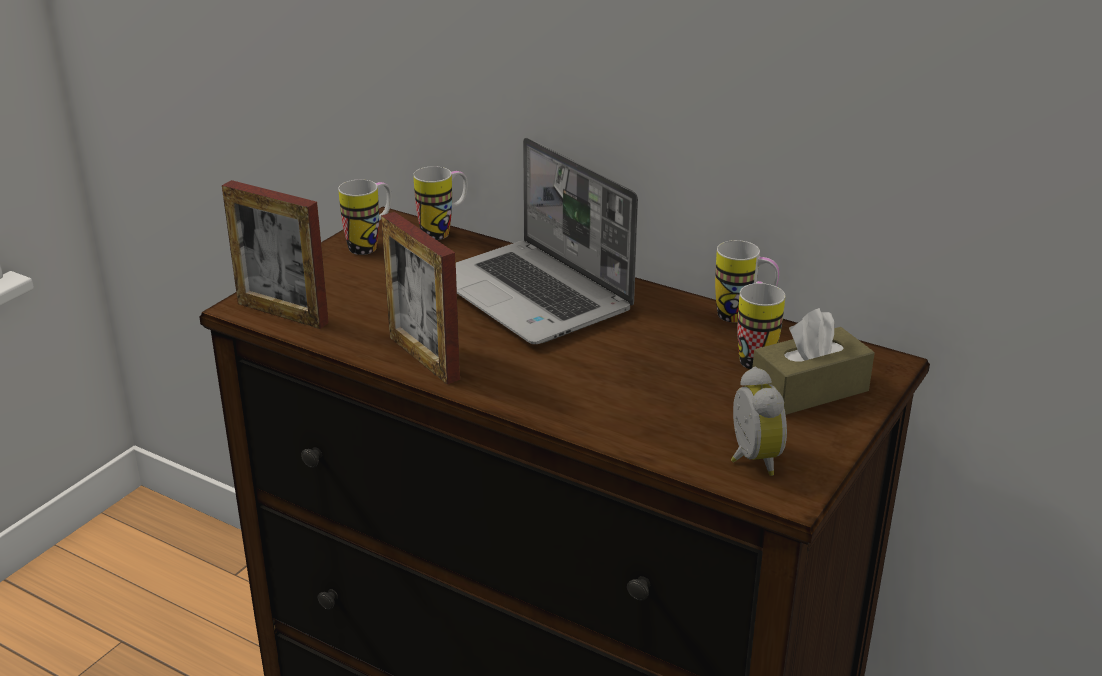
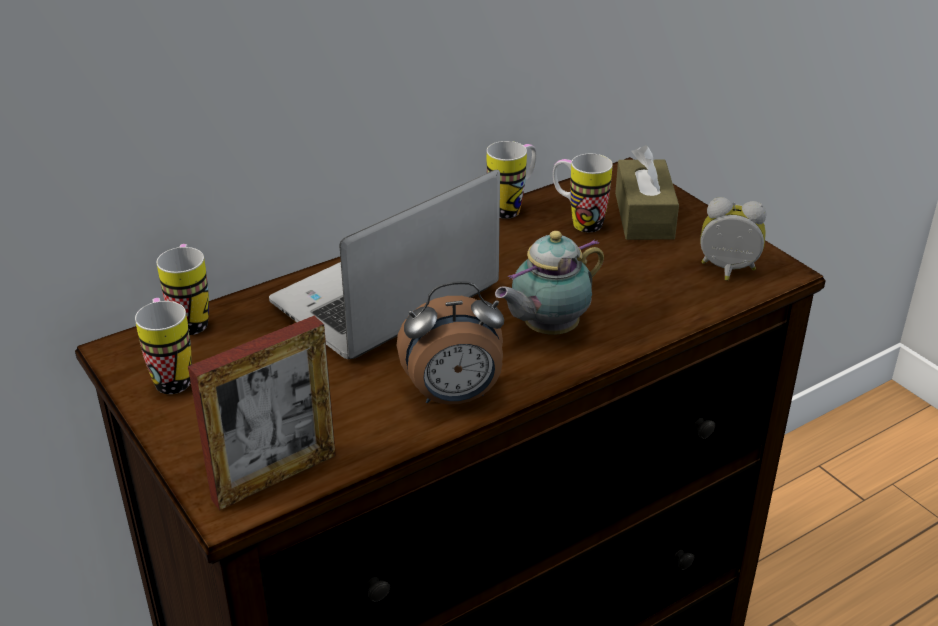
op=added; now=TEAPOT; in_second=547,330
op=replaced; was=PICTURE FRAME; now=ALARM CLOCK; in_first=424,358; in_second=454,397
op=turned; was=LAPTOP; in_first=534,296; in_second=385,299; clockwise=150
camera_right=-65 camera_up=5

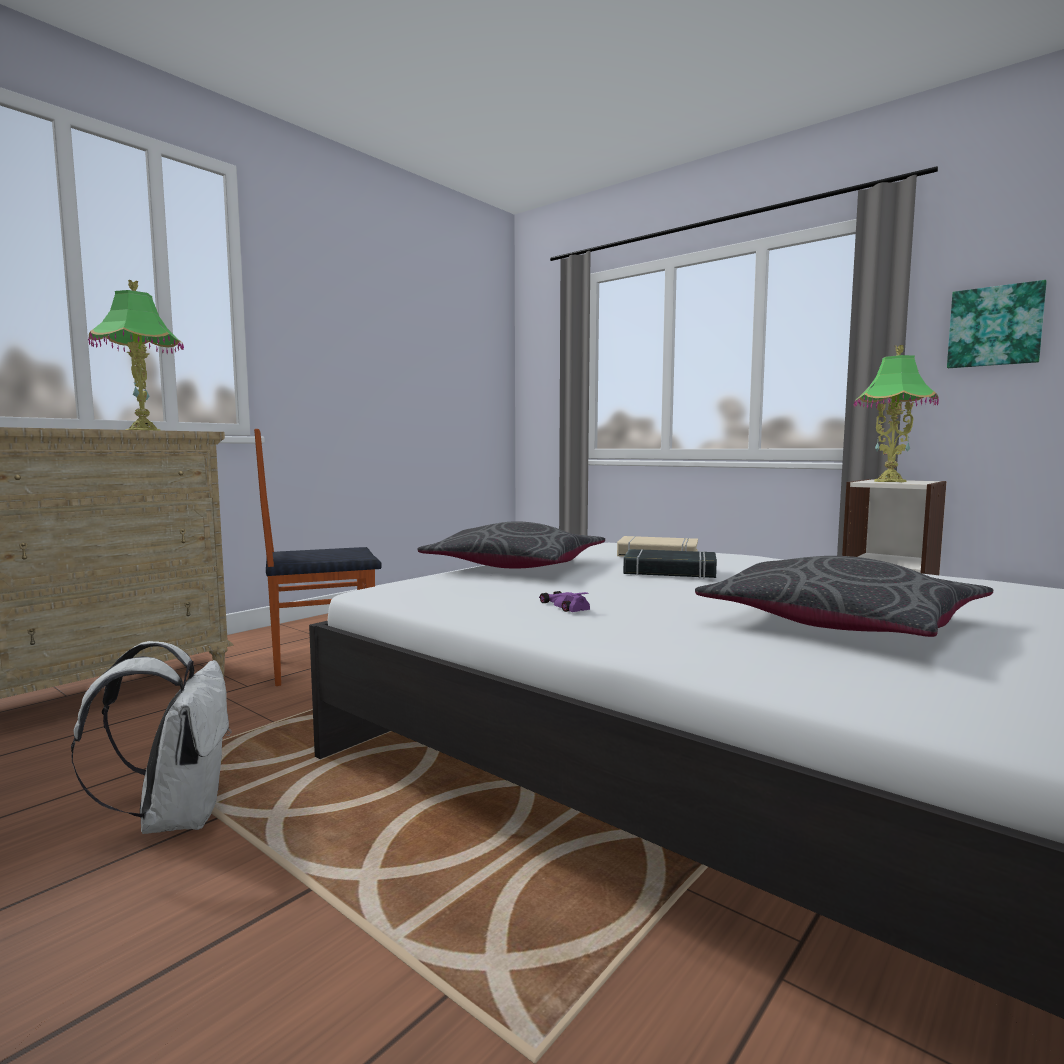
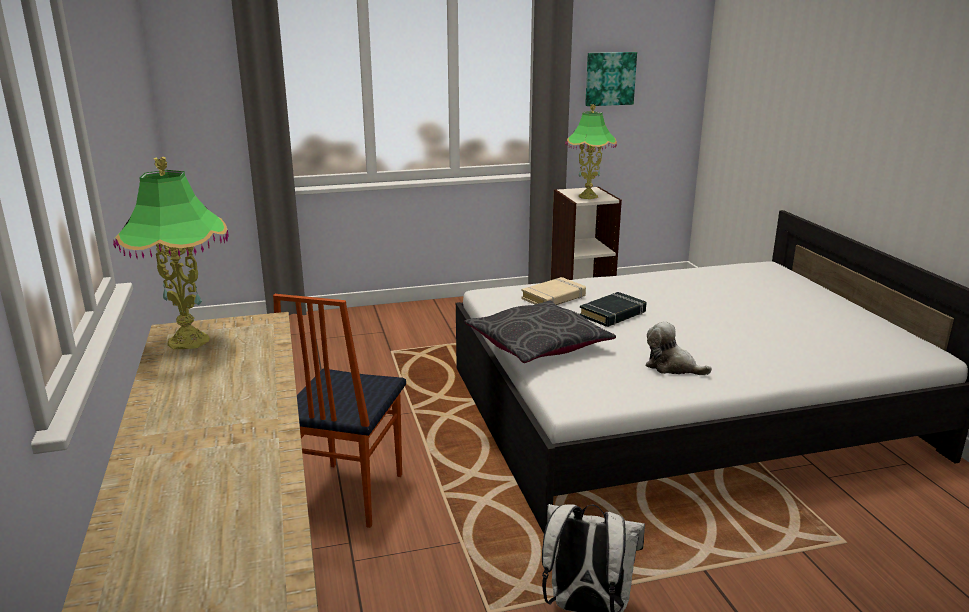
op=removed; was=GREY PILLOW; in_first=842,623
op=replaced; was=PURPLE TOY CAR; now=PLUSH TOY; in_first=562,606; in_second=672,367
camera_right=-55 camera_up=15

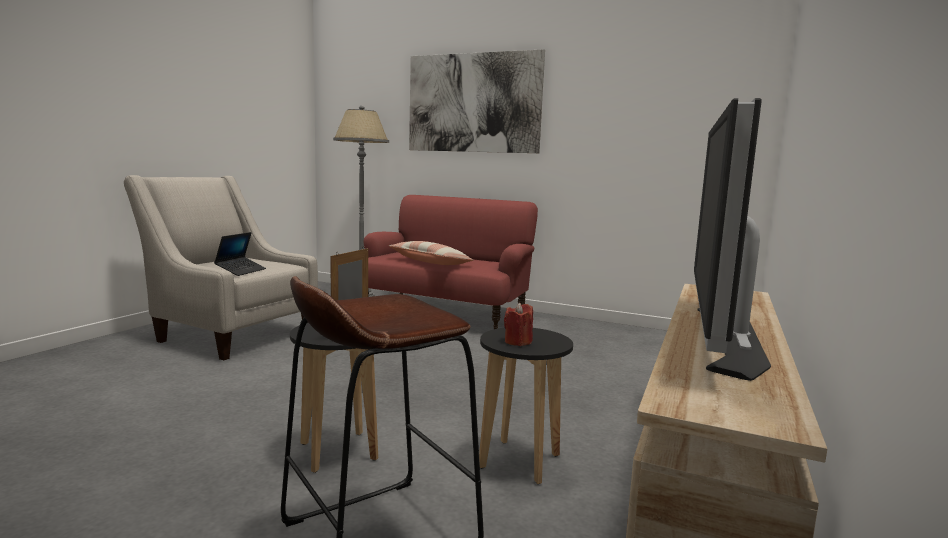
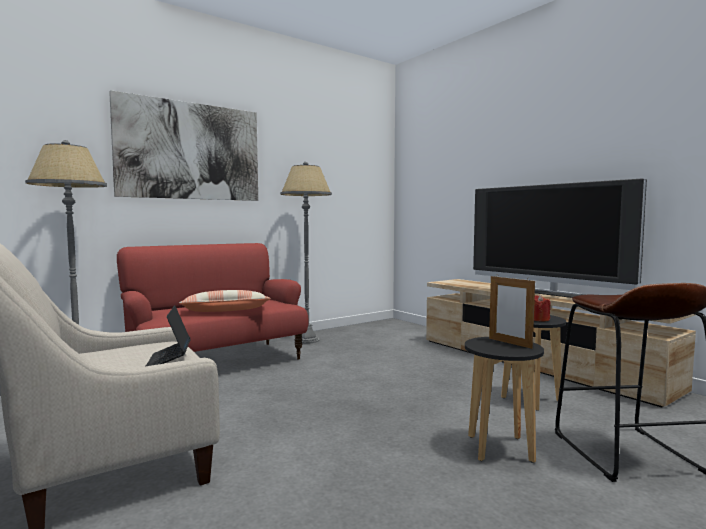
op=added; now=GREY FLOOR LAMP; in_second=307,340
op=turned; was=LAPTOP; in_first=241,271; in_second=168,361; clockwise=-150
camera_right=-60 camera_up=-5

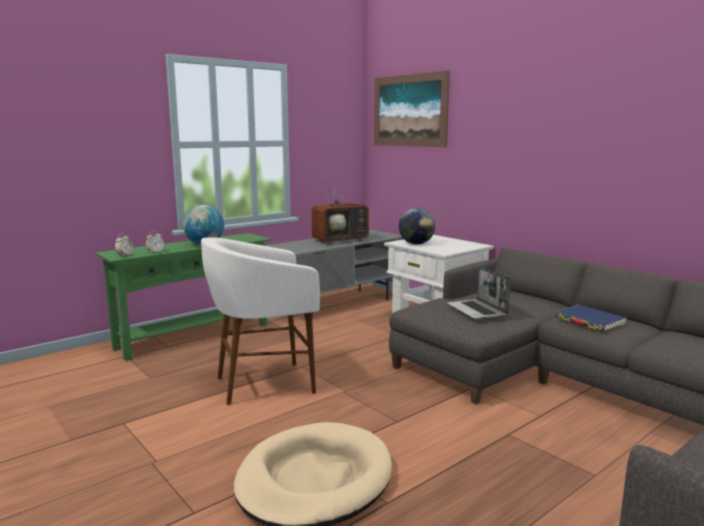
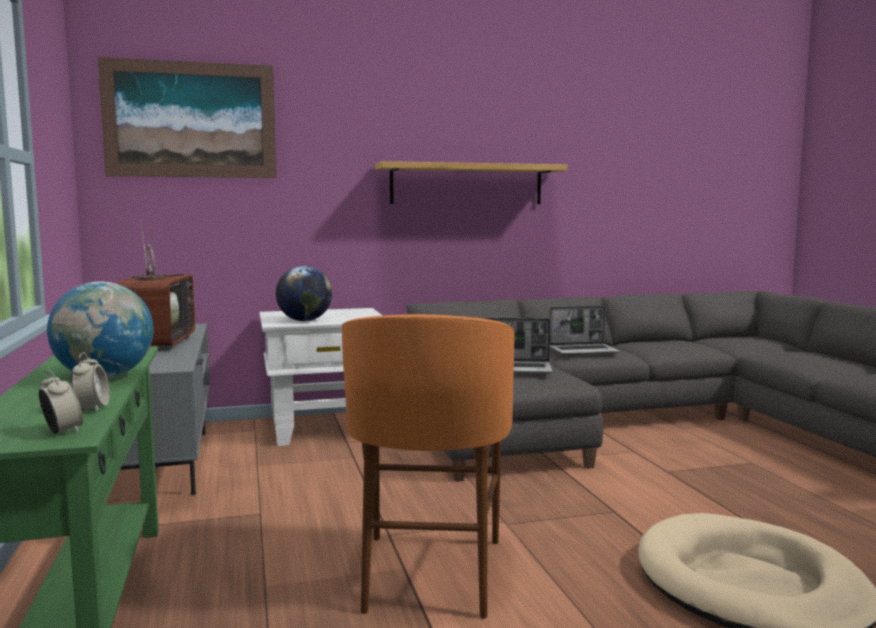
op=added; now=SHELF; in_second=467,184
op=replaced; was=BLUE BOOK; now=LAPTOP; in_first=589,321; in_second=584,351
op=recoloured; was=WHITE STOOL; now=ORANGE STOOL; in_first=264,384; in_second=430,574
camera_right=-65 camera_up=-5

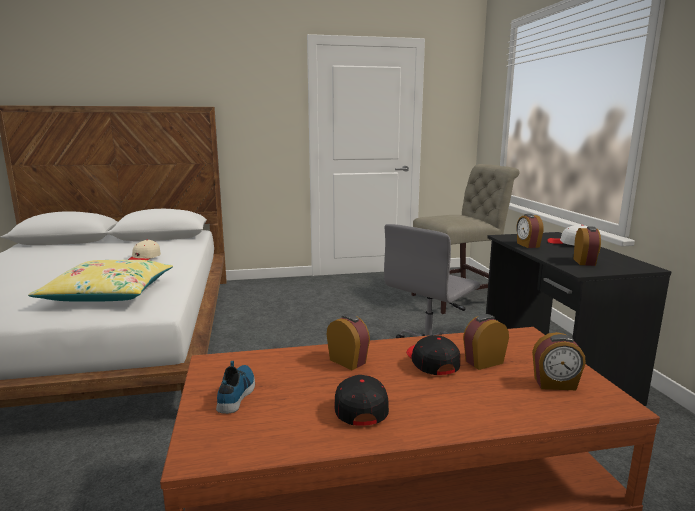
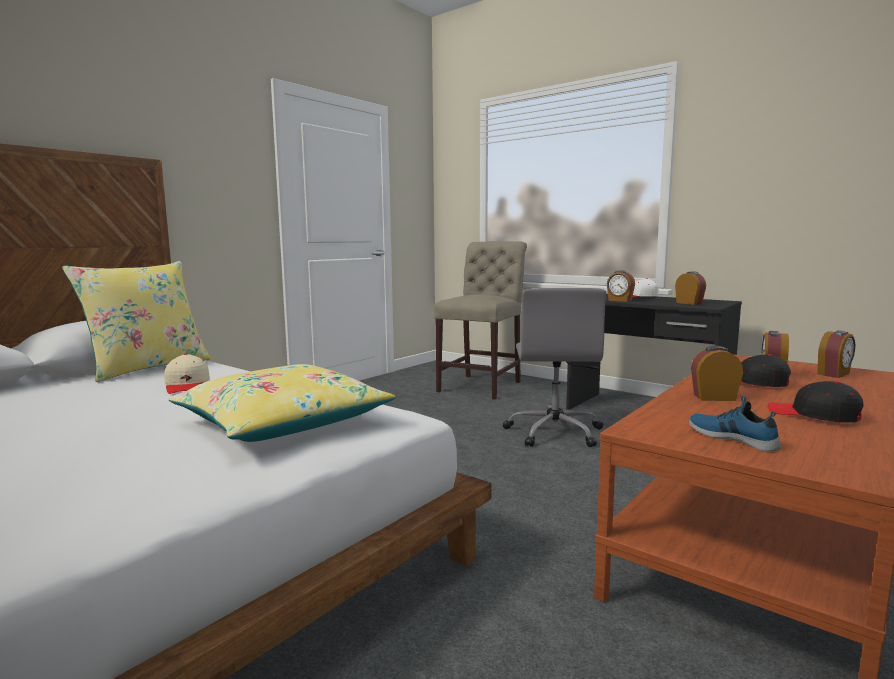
op=added; now=YELLOW PILLOW; in_second=147,368
camera_right=-40 camera_up=-5

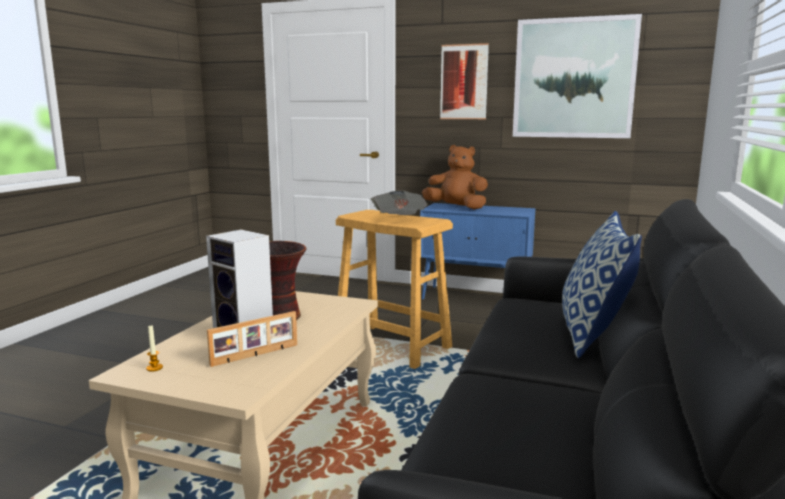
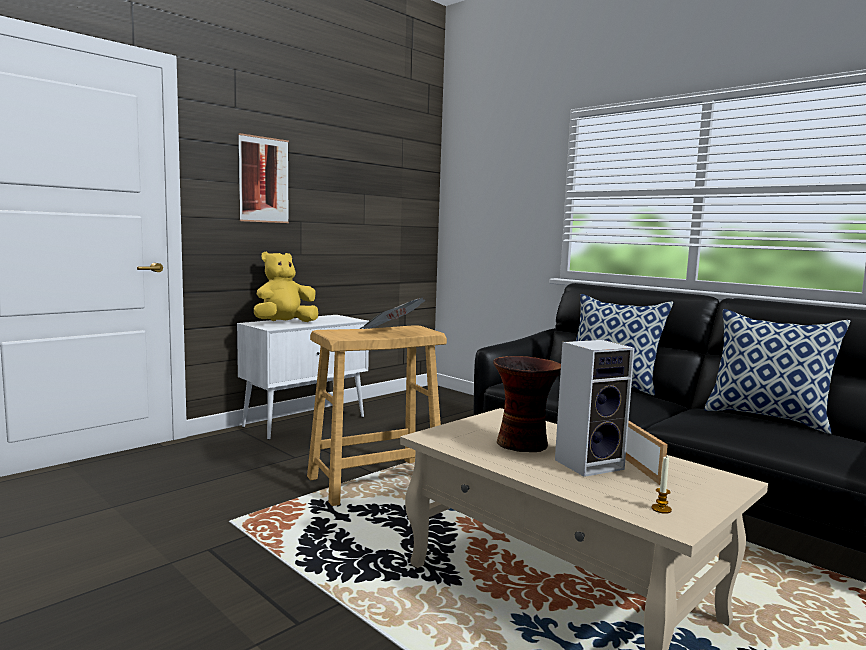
op=removed; was=PICTURE; in_first=574,78
op=added; now=PILLOW; in_second=768,418
op=recoloured; was=BLUE CABINET; now=WHITE CABINET; in_first=476,298; in_second=306,421
op=recoloured; was=BROWN PLUSH TOY; now=YELLOW PLUSH TOY; in_first=456,208; in_second=284,323
camera_right=-65 camera_up=-5

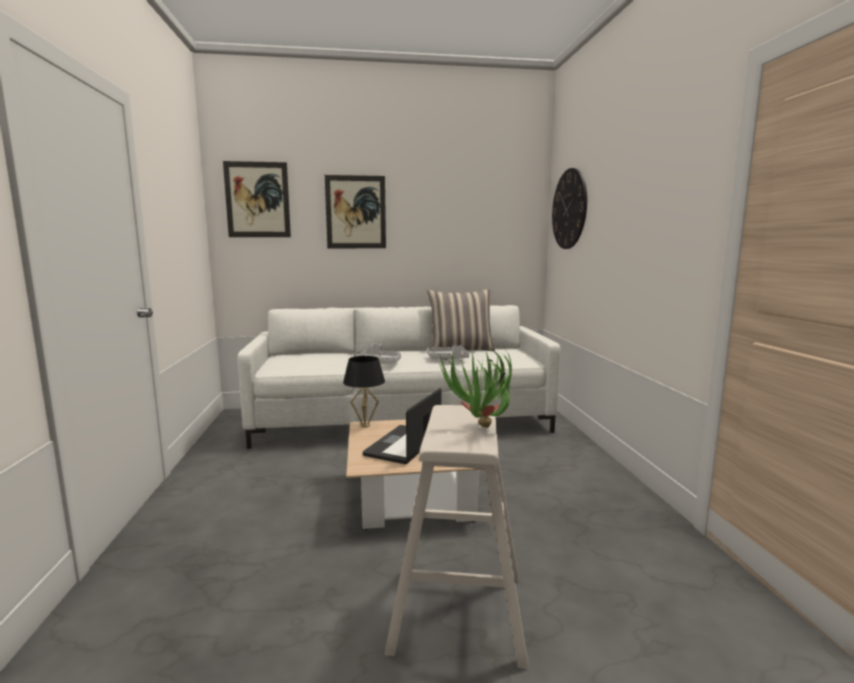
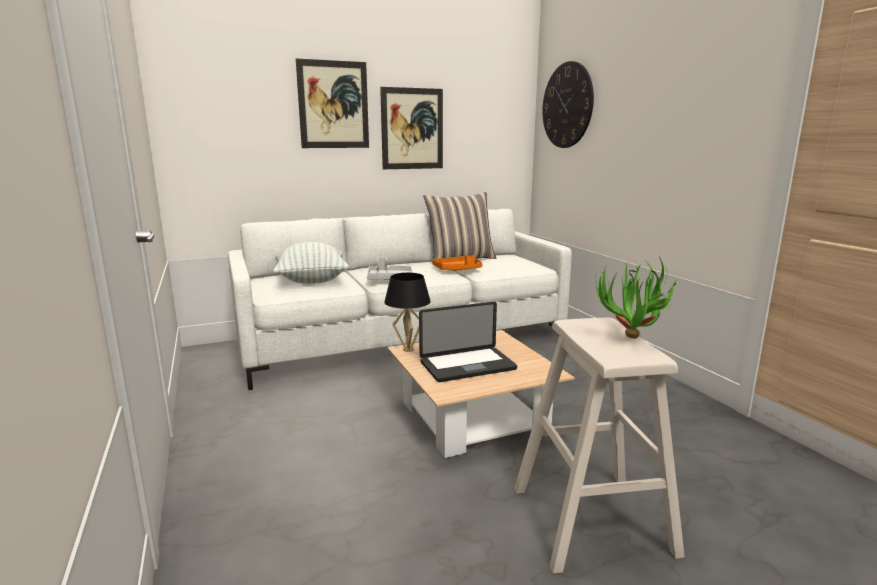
op=added; now=PILLOW; in_second=312,280
op=moved; was=PICTURE; in_first=257,200; in_second=412,129
op=recoloured; was=GREY TRAY; now=ORANGE TRAY; in_first=447,358; in_second=457,269
op=turned; was=LAPTOP; in_first=403,445; in_second=467,366; clockwise=-120
camera_right=-15 camera_up=5

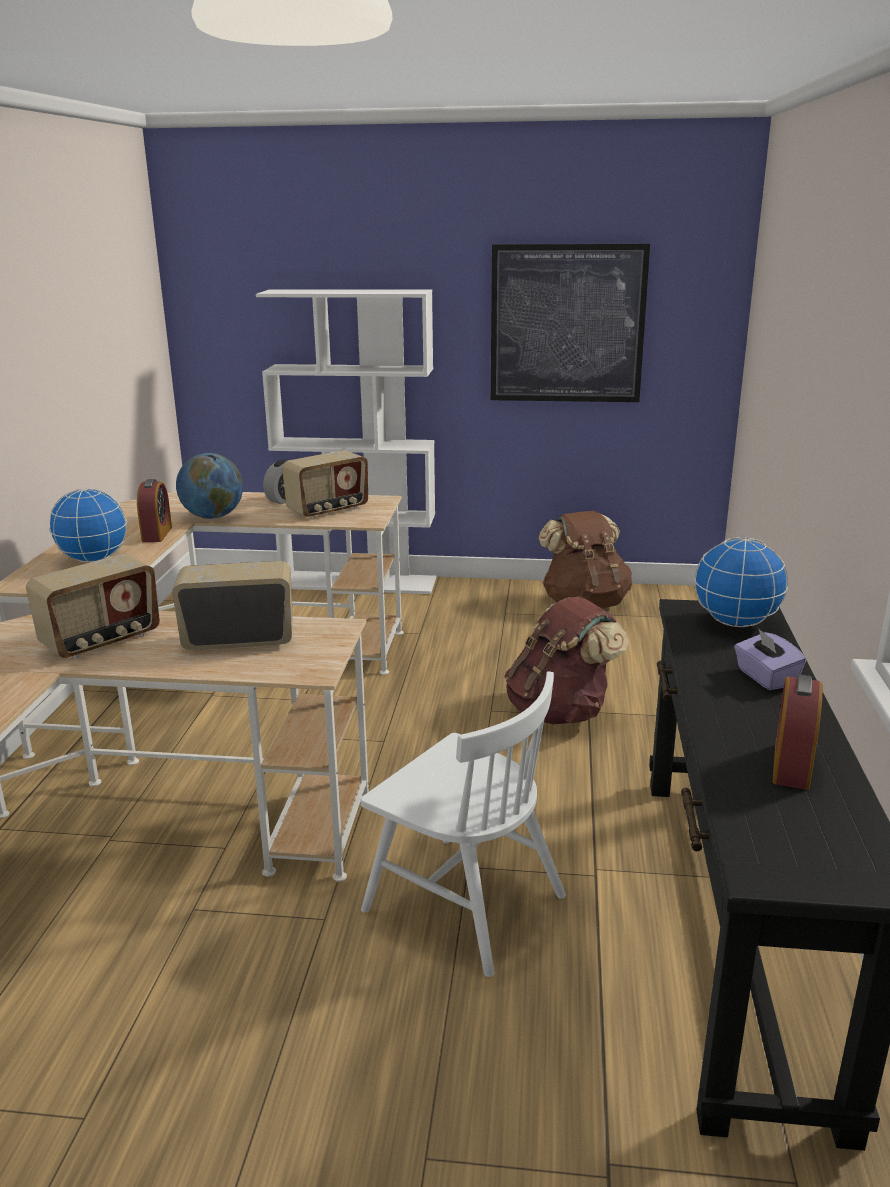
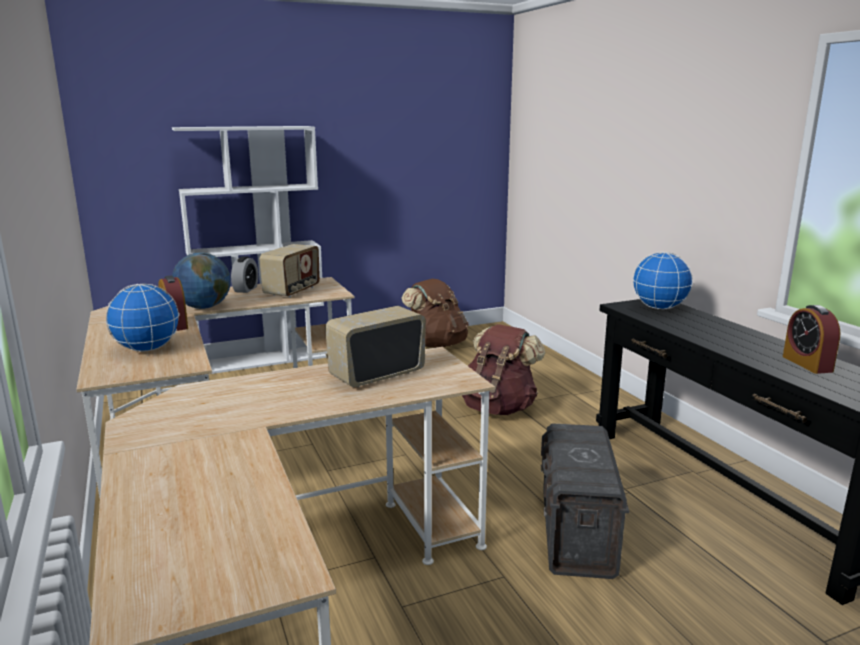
op=removed; was=RADIO; in_first=102,641
op=removed; was=PICTURE; in_first=567,324
op=removed; was=PURPLE TISSUE BOX; in_first=765,677
op=replaced; was=WHITE CHAIR; now=GREY STORAGE BOX; in_first=463,902; in_second=576,533
camera_right=-30 camera_up=-5

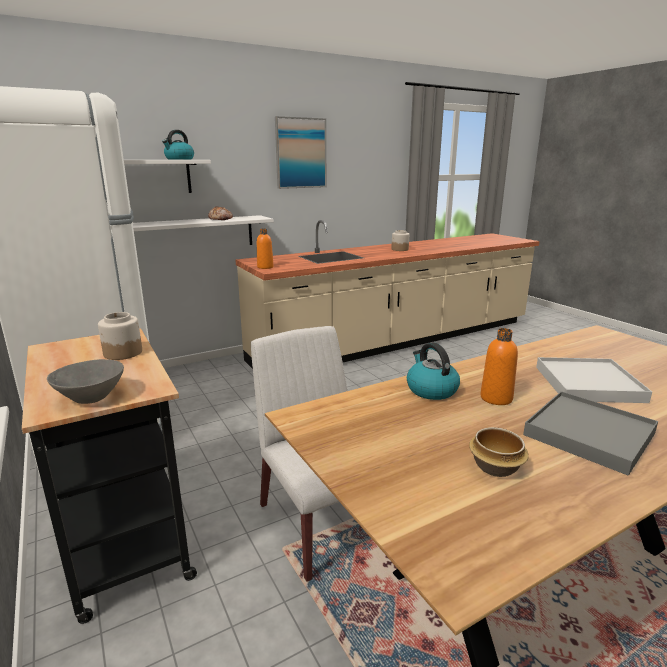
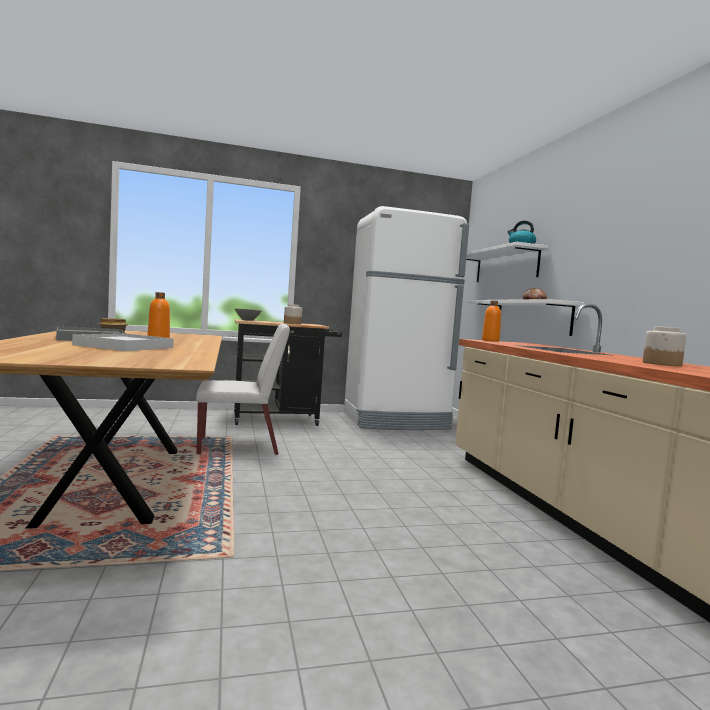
op=removed; was=PICTURE; in_first=300,153
op=removed; was=KETTLE; in_first=431,390
camera_right=105 camera_up=-15

